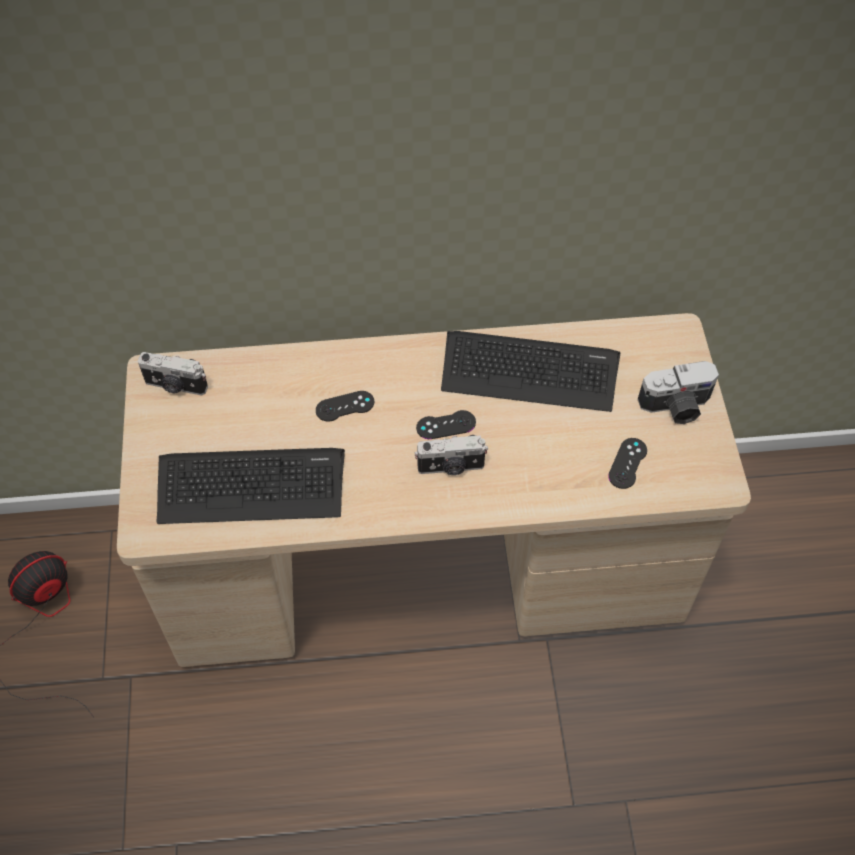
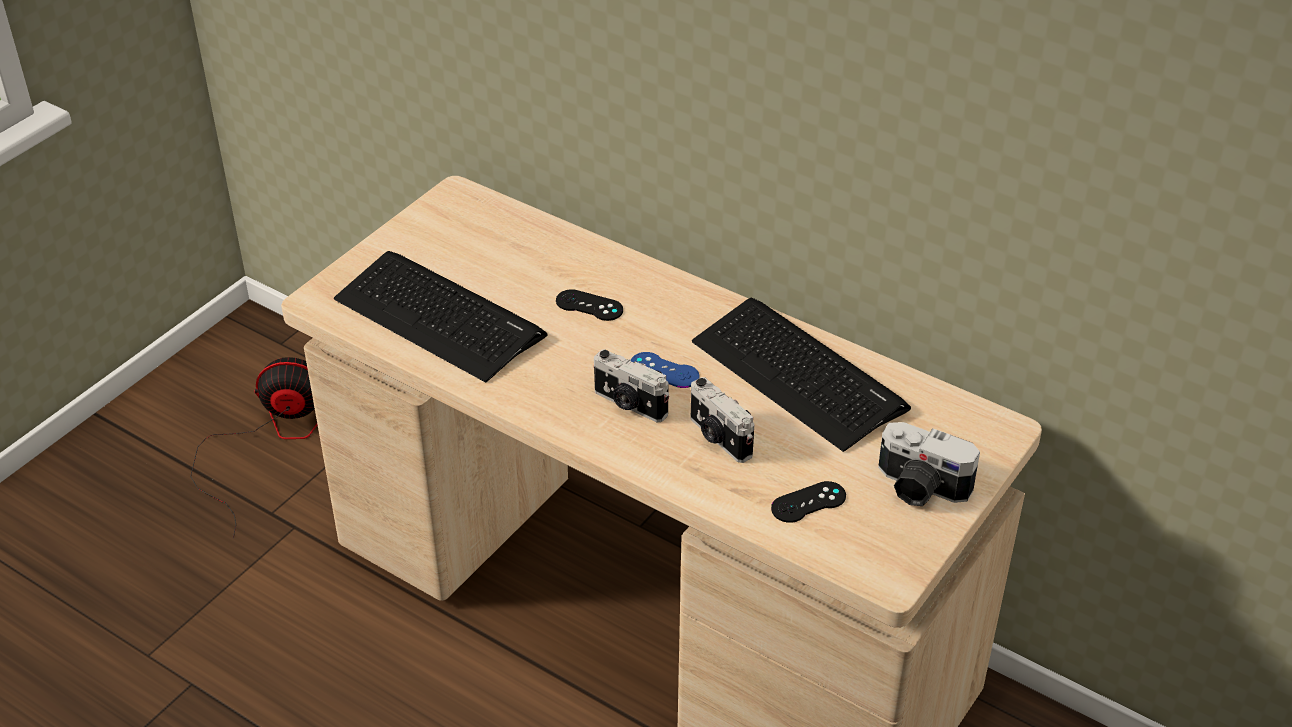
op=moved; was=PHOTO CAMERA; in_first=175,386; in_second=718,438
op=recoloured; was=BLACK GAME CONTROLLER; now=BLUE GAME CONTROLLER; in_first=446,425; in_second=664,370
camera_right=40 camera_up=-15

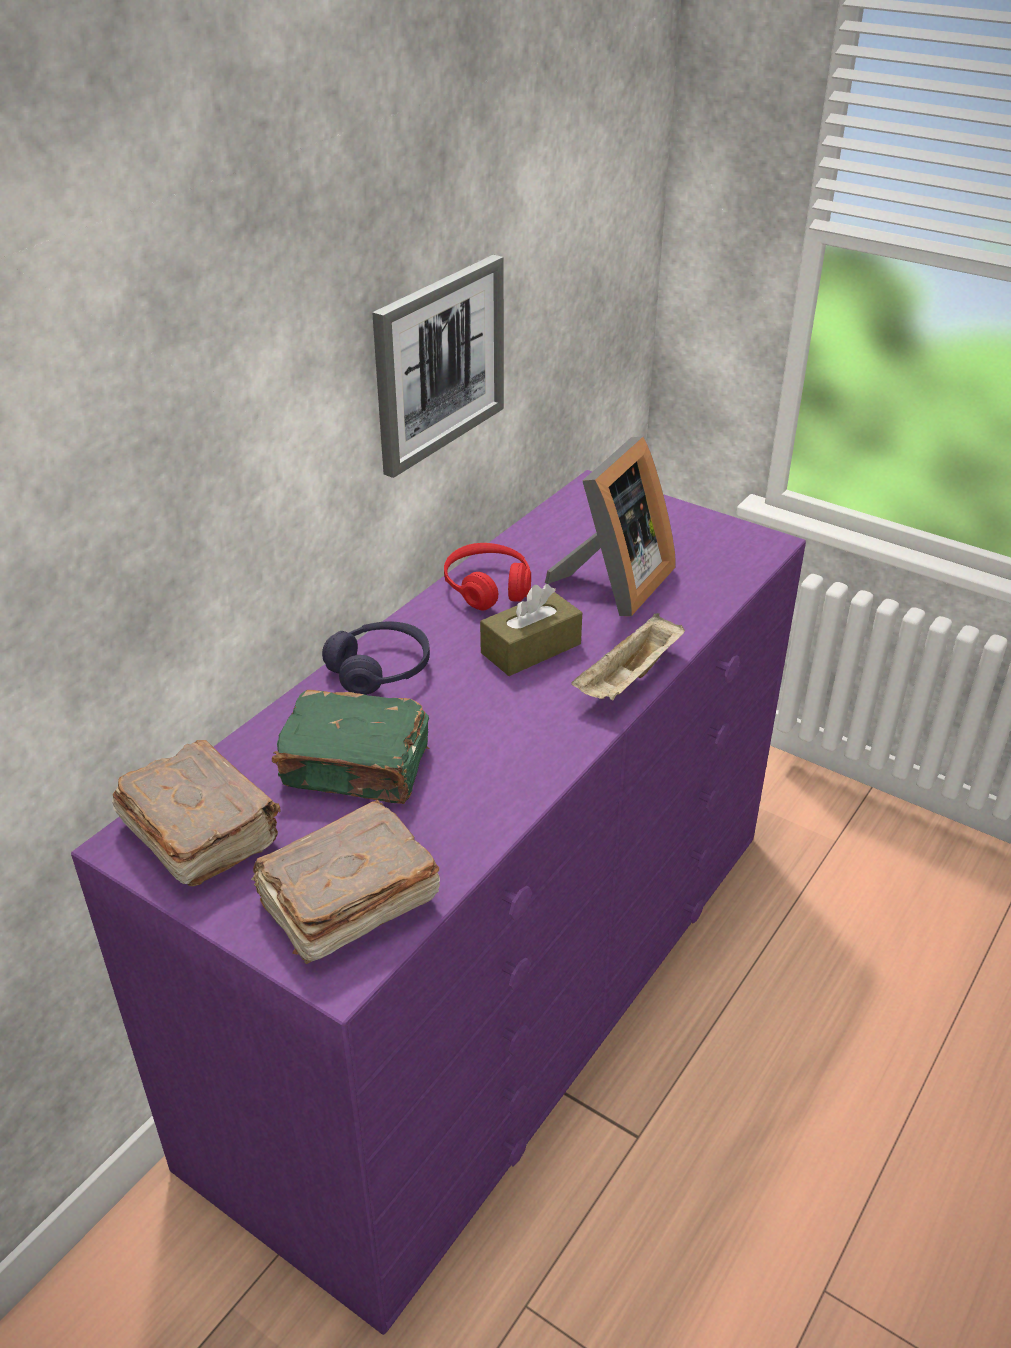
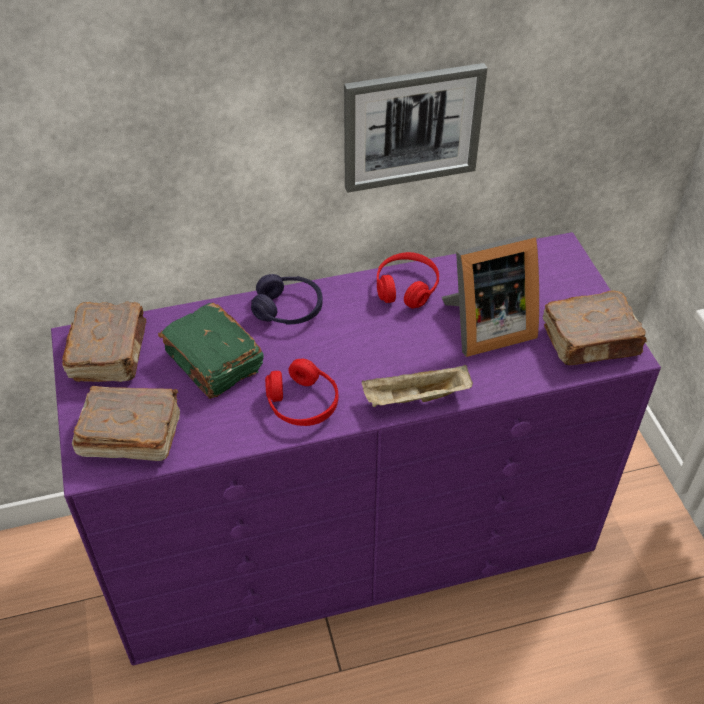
op=removed; was=BROWN TISSUE BOX; in_first=531,648
op=added; now=RED HEADPHONES; in_second=302,403
op=added; now=BROWN BOOK; in_second=591,341
camera_right=40 camera_up=10

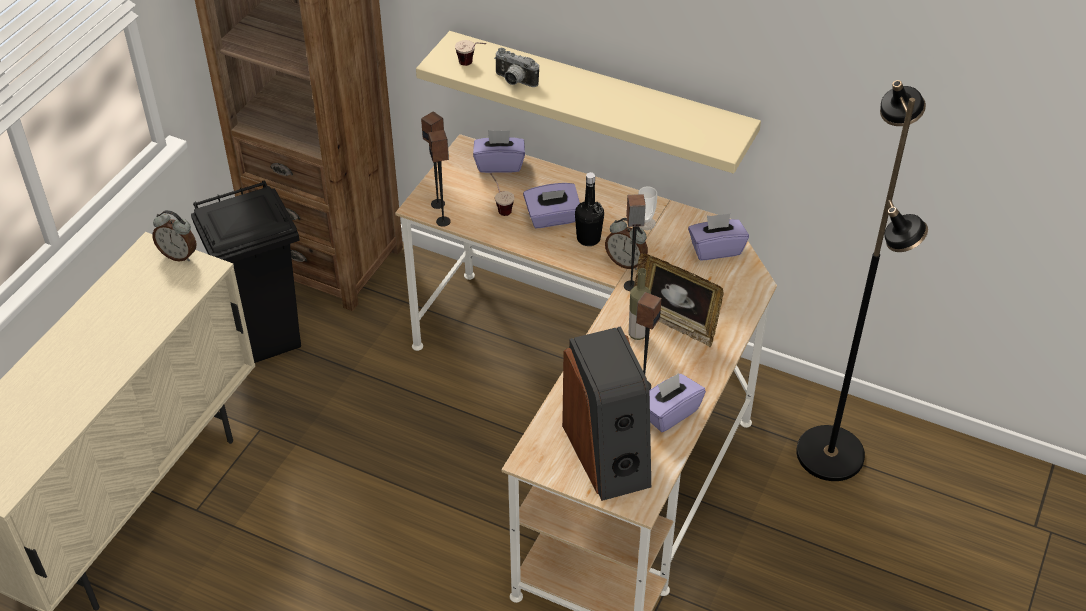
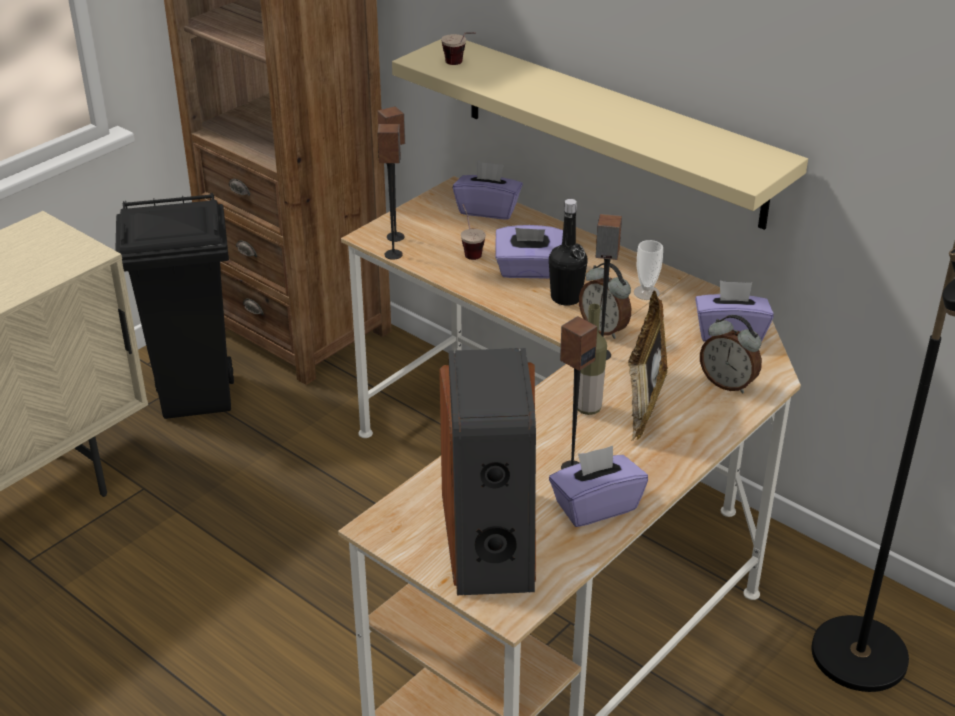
op=removed; was=PHOTO CAMERA; in_first=514,81
op=moved; was=ALARM CLOCK; in_first=179,255; in_second=728,383
op=turned; was=PICTURE FRAME; in_first=675,322; in_second=644,403; clockwise=45
camera_right=15 camera_up=-10

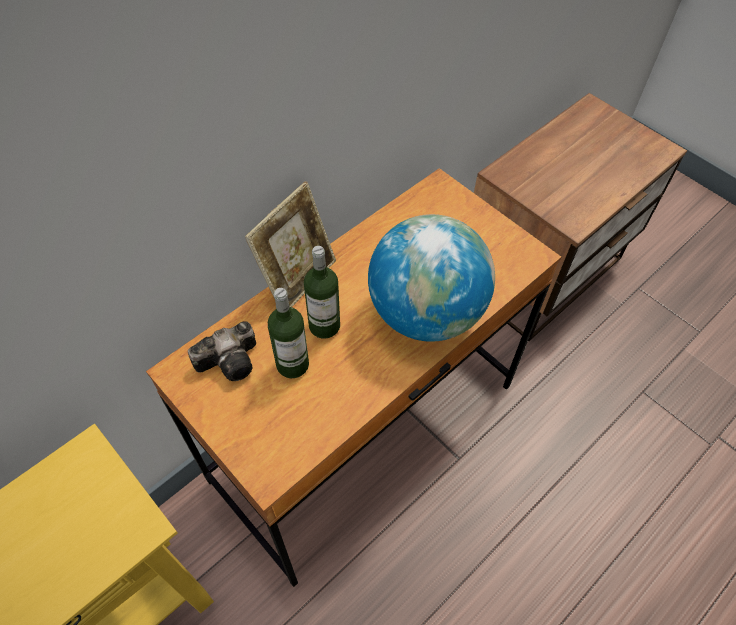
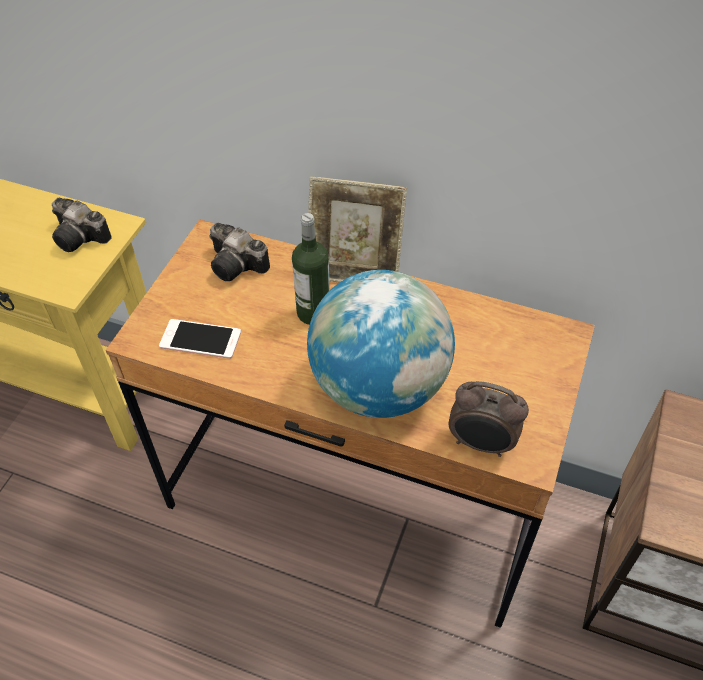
op=removed; was=BOTTLE; in_first=292,364
op=added; now=PHOTO CAMERA; in_second=82,237
op=added; now=PHONE; in_second=200,339
op=added; now=ALARM CLOCK; in_second=481,444
camera_right=65 camera_up=-5

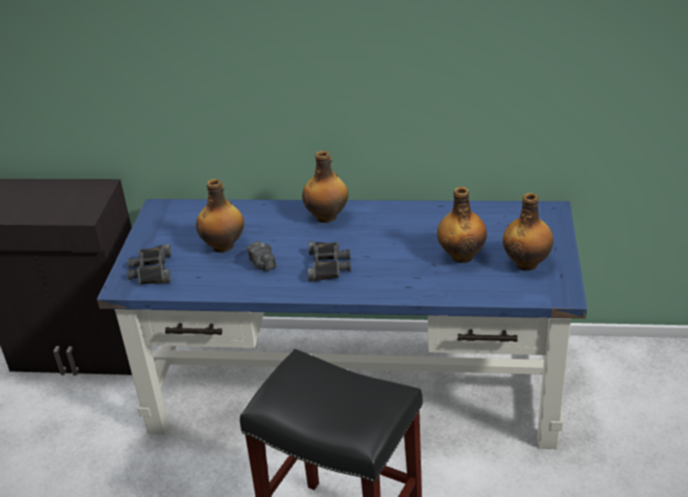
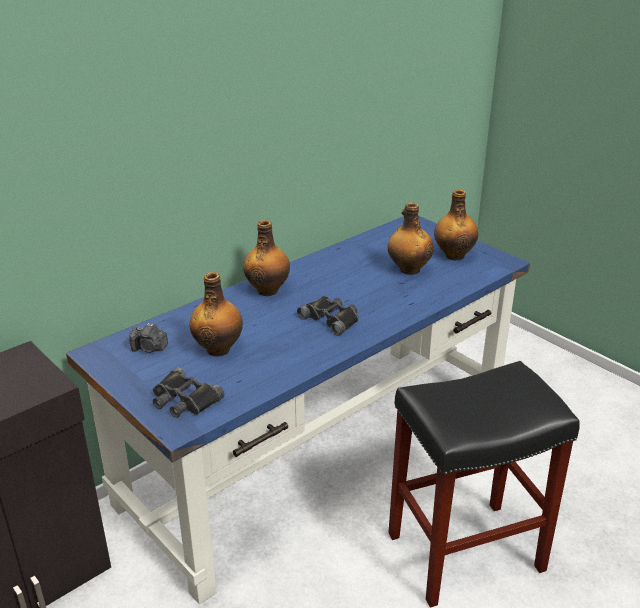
op=moved; was=PHOTO CAMERA; in_first=262,264; in_second=149,348
camera_right=-50 camera_up=-5

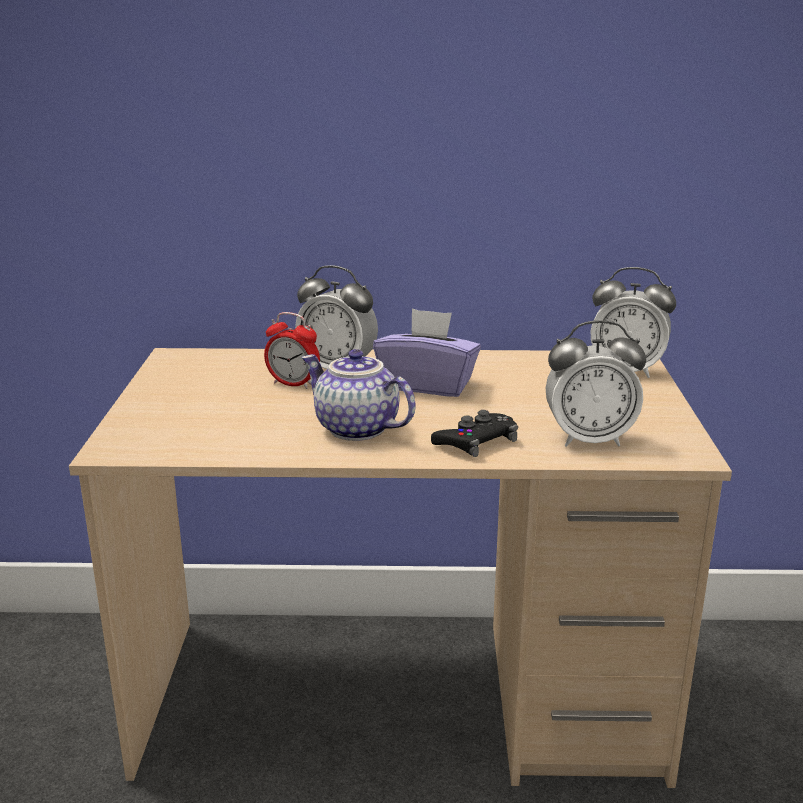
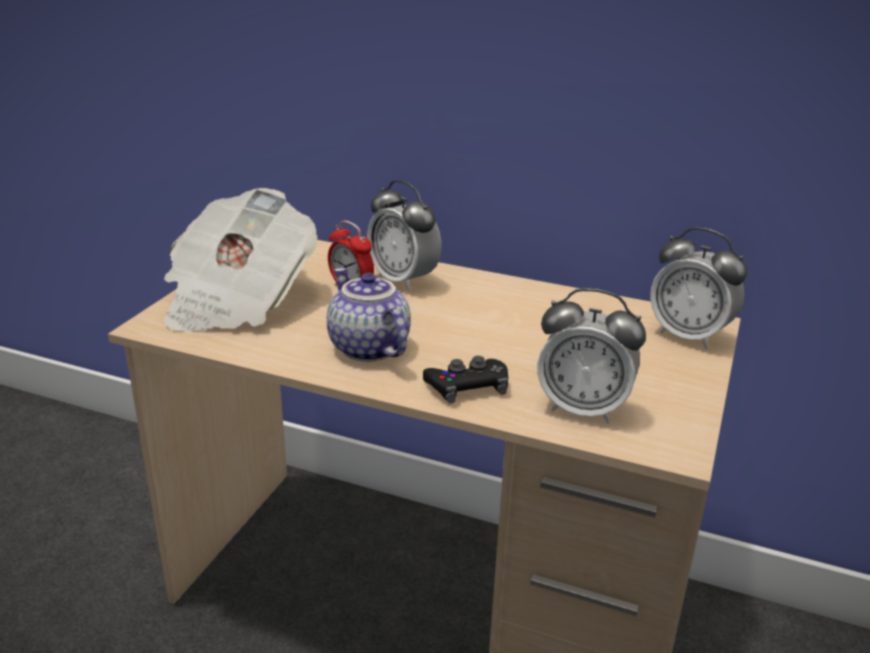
op=removed; was=PURPLE TISSUE BOX; in_first=427,385
op=added; now=NEWSPAPER; in_second=237,300
camera_right=20 camera_up=5

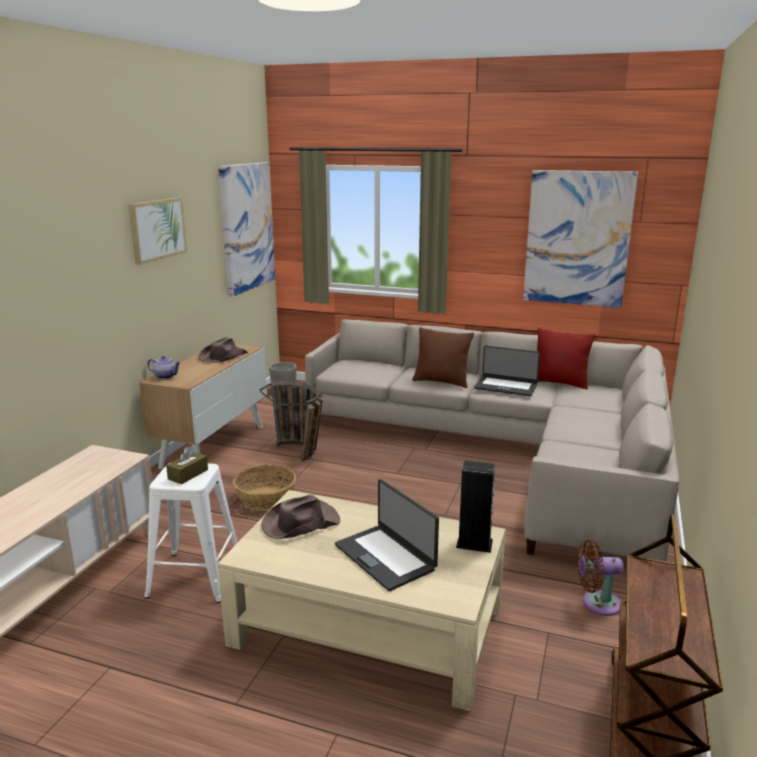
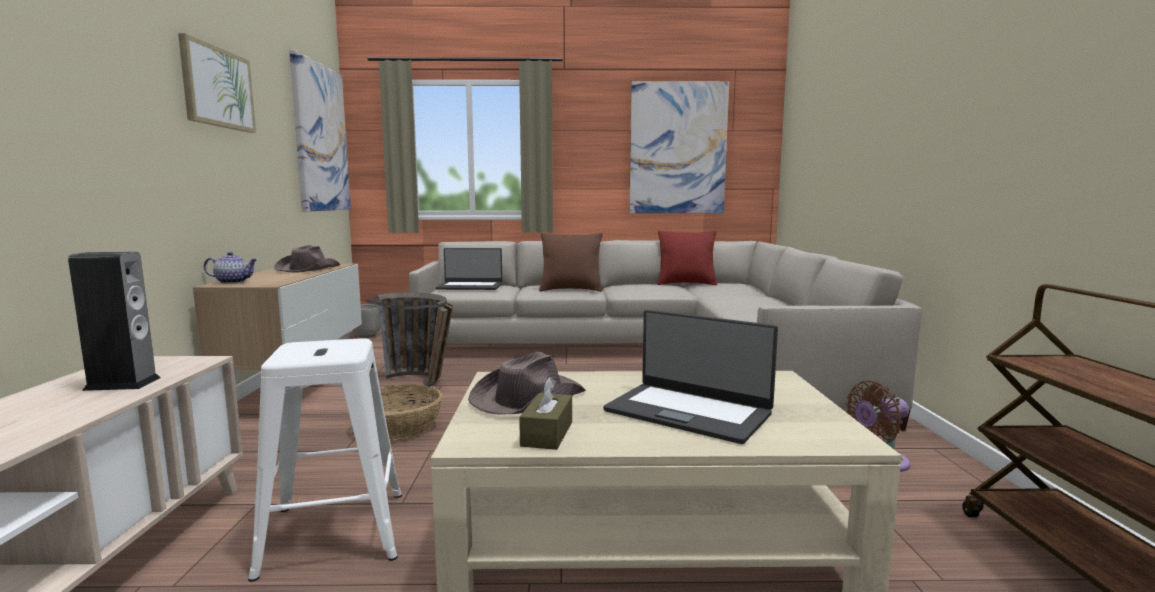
op=moved; was=BROWN TISSUE BOX; in_first=188,474; in_second=547,434
op=moved; was=SPEAKER; in_first=474,543; in_second=122,384
op=moved; was=LAPTOP; in_first=506,386; in_second=470,286
camera_right=-20 camera_up=-10

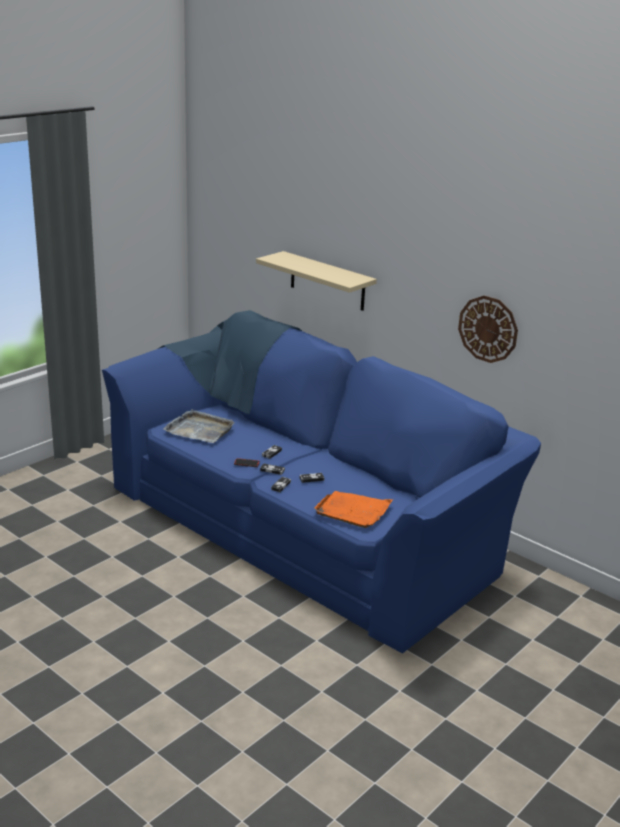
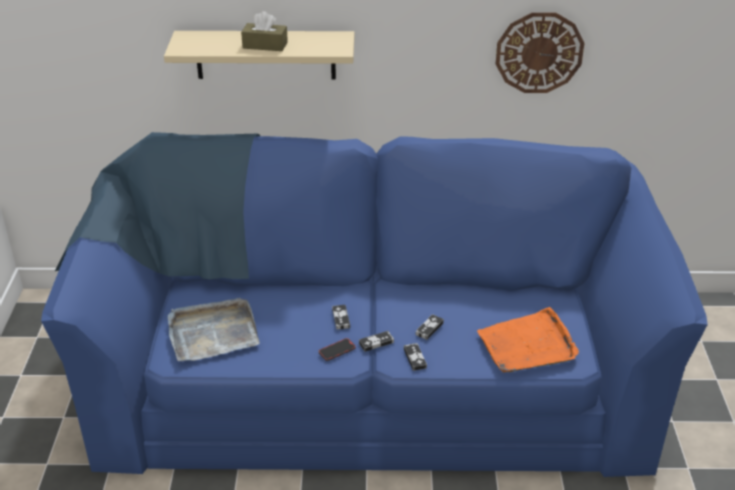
op=added; now=BROWN TISSUE BOX; in_second=265,45
camera_right=-40 camera_up=10

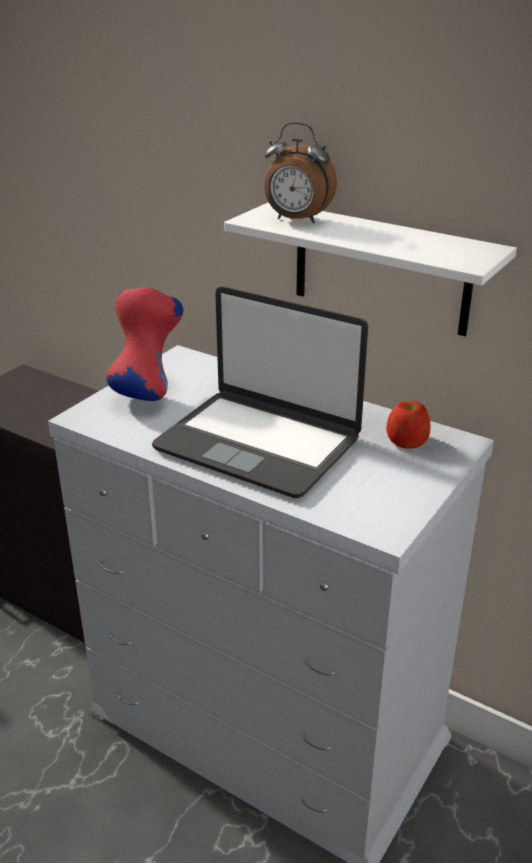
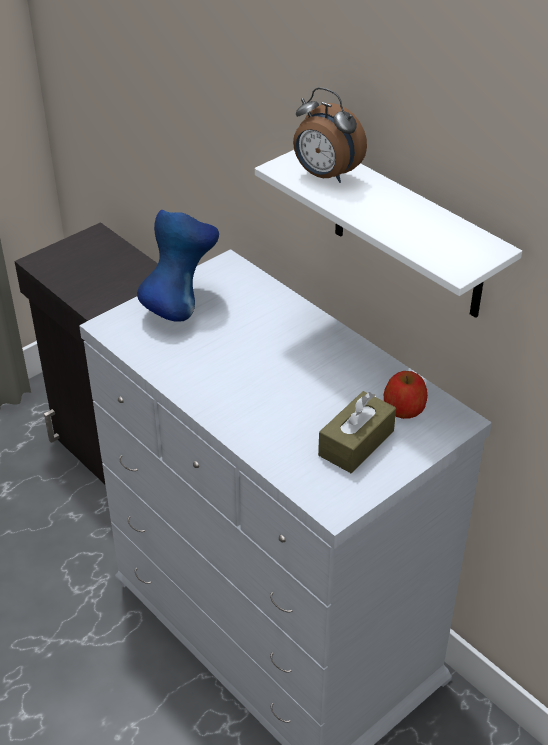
op=removed; was=LAPTOP; in_first=259,443
op=added; now=BROWN TISSUE BOX; in_second=356,443
op=recoloured; was=RED VASE; now=BLUE VASE; in_first=147,392; in_second=180,305
camera_right=15 camera_up=10

